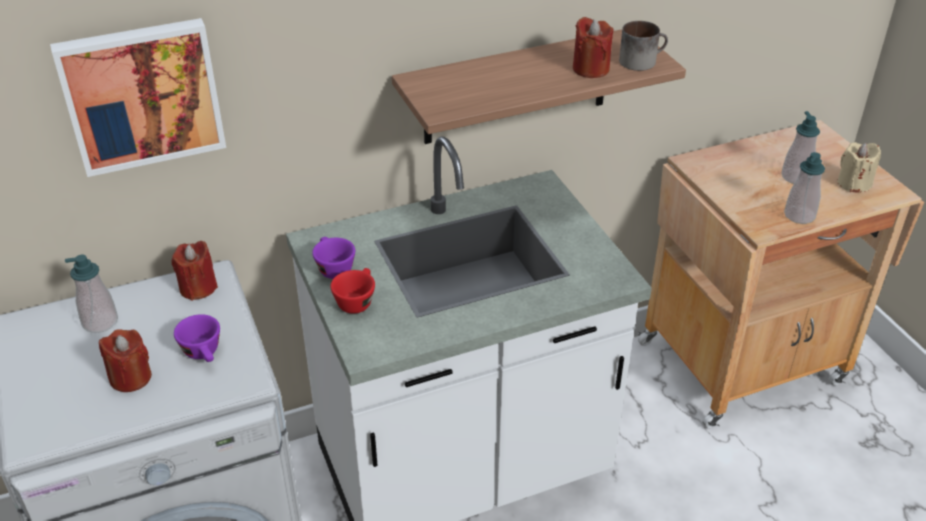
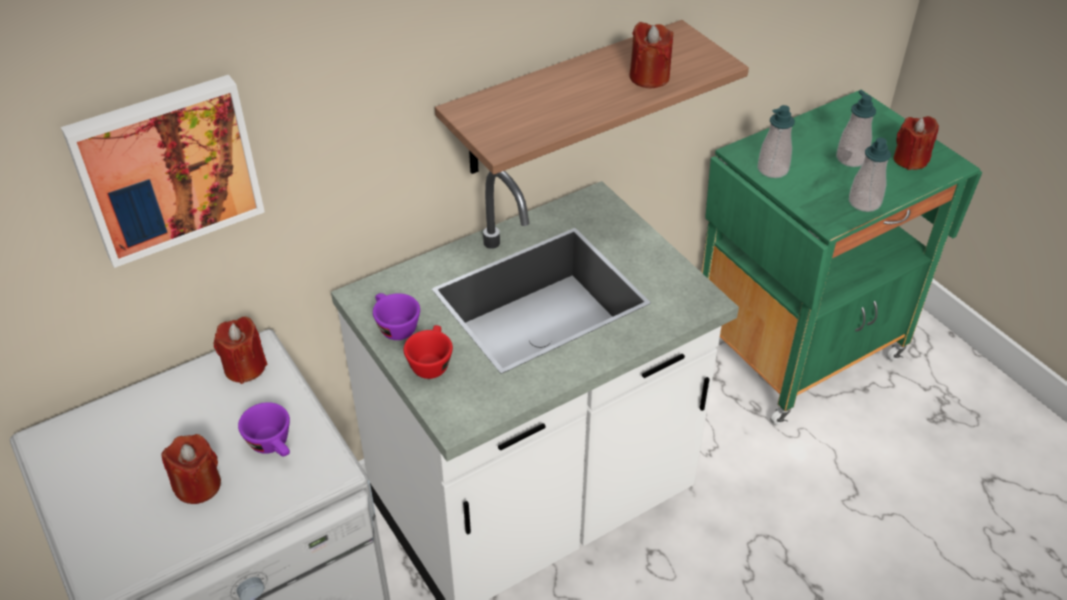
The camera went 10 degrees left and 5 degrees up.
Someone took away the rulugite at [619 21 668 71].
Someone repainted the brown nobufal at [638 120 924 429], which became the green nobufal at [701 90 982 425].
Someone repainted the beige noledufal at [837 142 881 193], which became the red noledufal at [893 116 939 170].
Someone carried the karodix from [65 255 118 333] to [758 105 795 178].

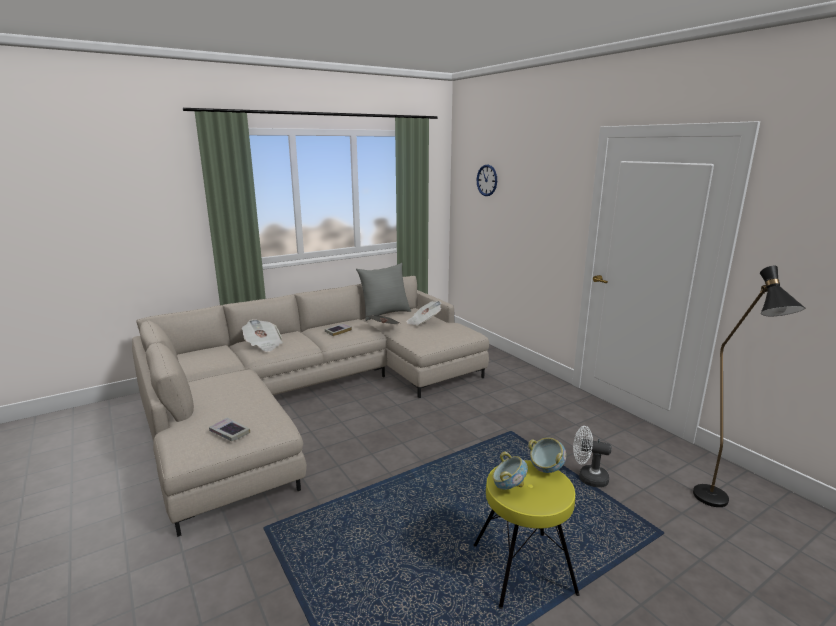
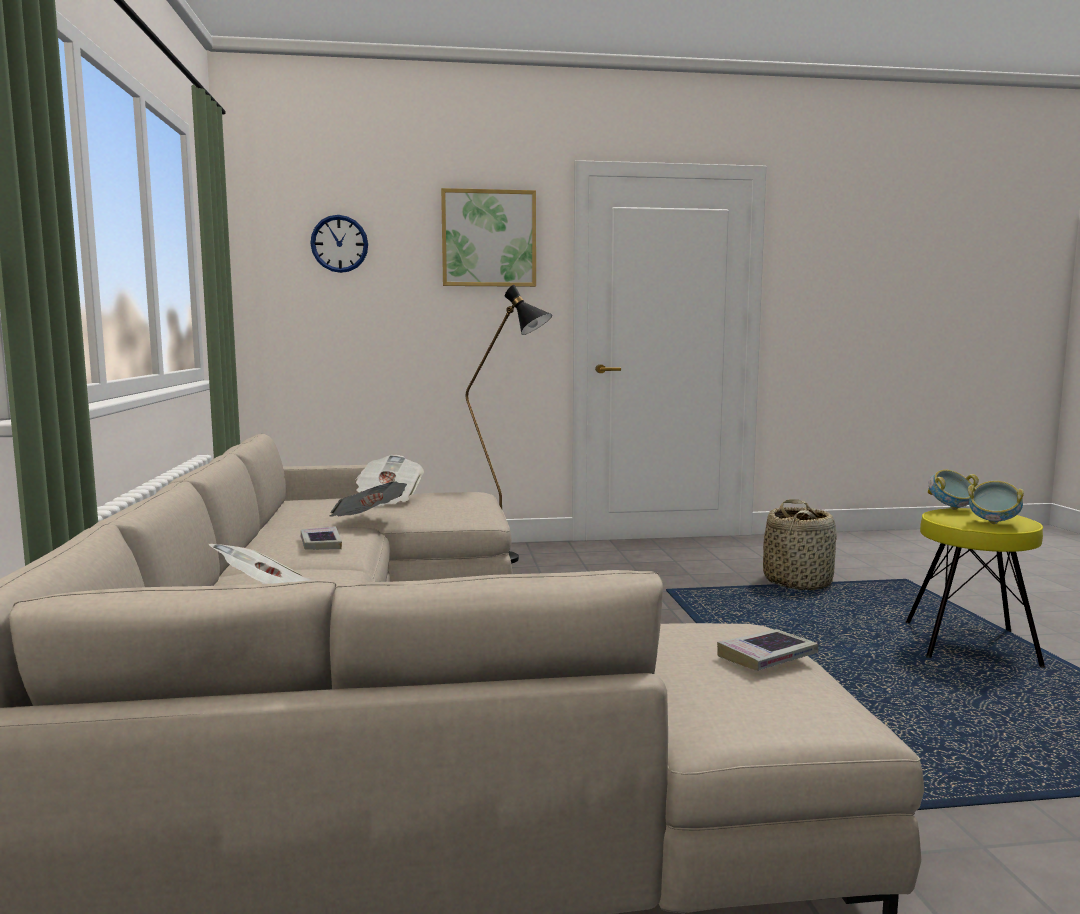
The camera went 65 degrees left and 10 degrees down.
Someone took away the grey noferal at [356 263 411 321].
Someone carried the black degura from [693 266 805 507] to [466 285 552 564].
Someone swapped the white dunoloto at [573 426 612 488] for the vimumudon at [763 499 837 590].
Someone put up the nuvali at [441 188 536 287].

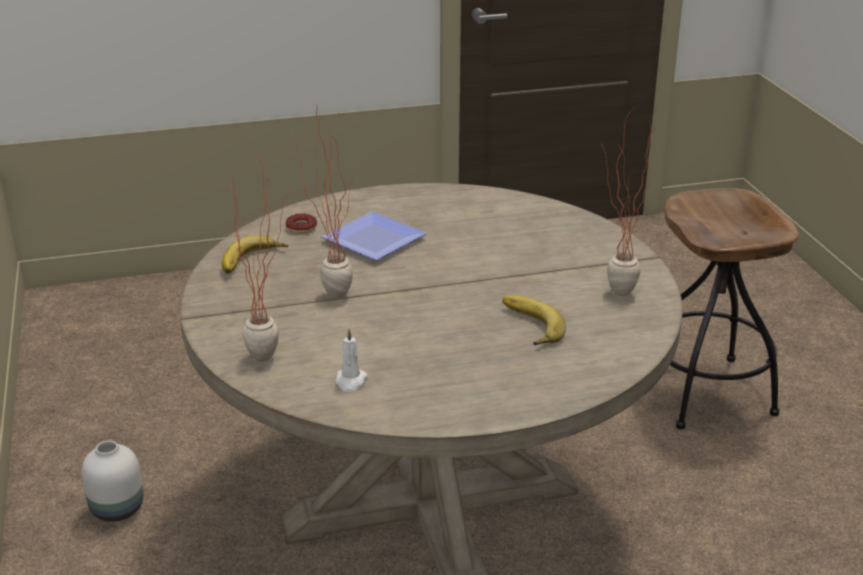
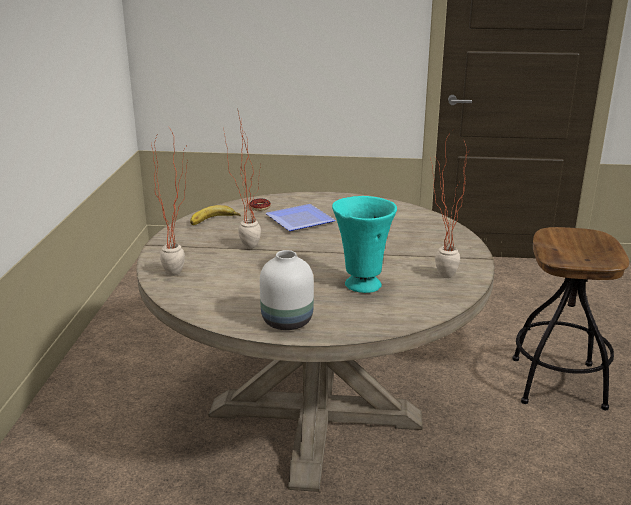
The camera went 20 degrees right and 5 degrees down.
Someone swapped the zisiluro at [502 296 566 345] for the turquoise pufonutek at [332 196 397 293].
Someone took away the white noledufal at [336 329 368 392].
Someone carried the white pufonutek from [82 441 143 522] to [260 250 314 330].

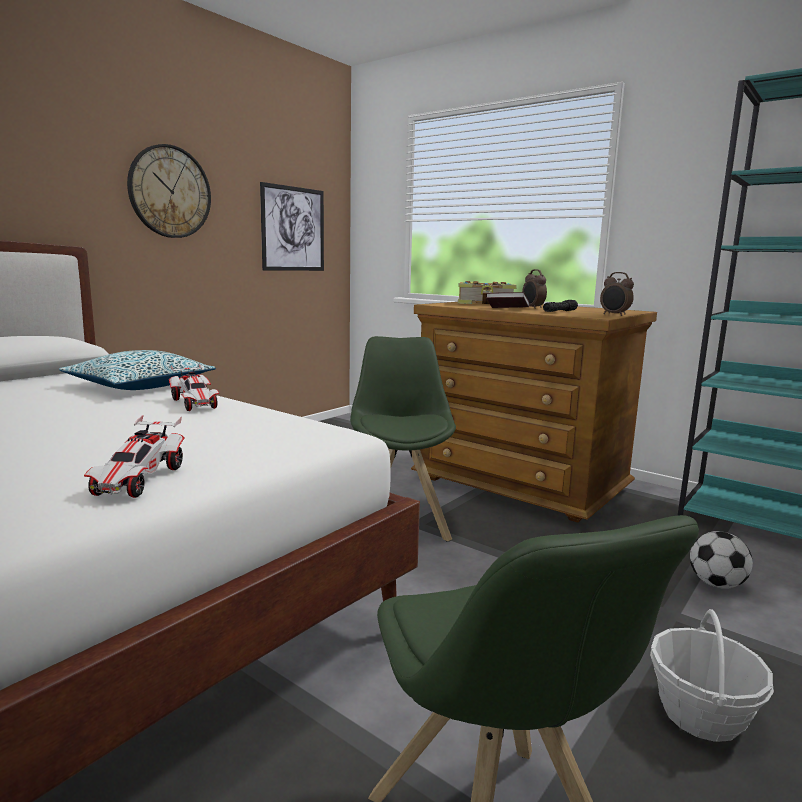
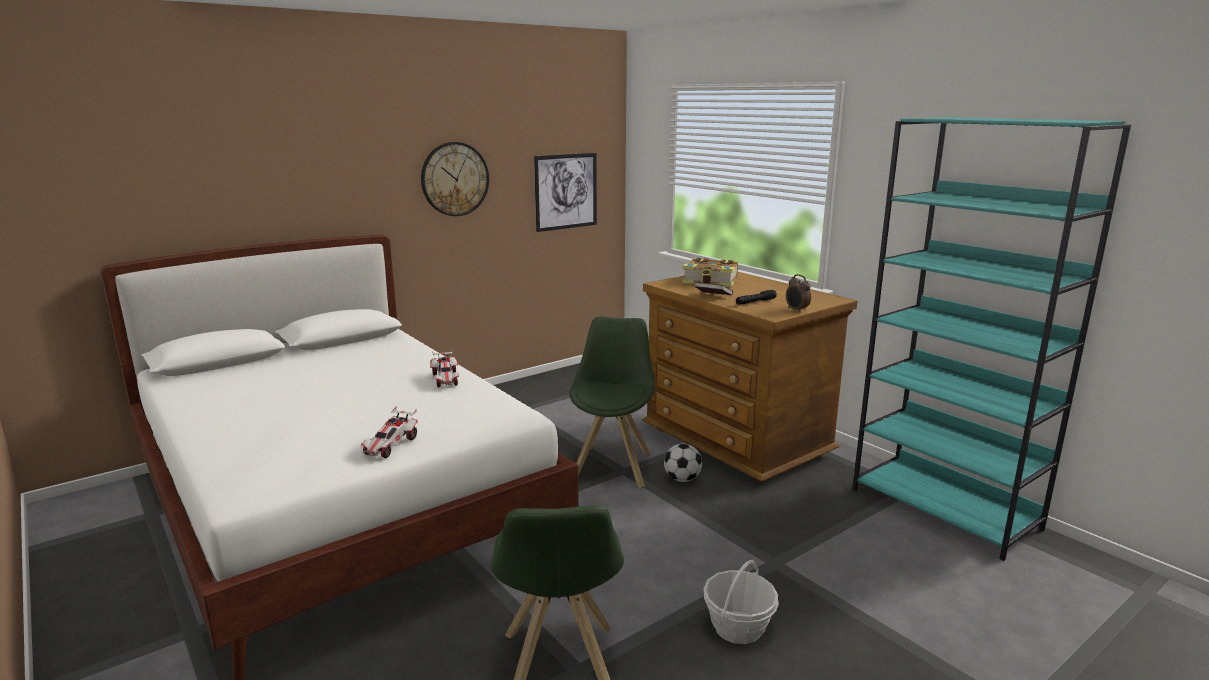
The camera went 15 degrees right and 5 degrees up.
Someone took away the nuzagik at [522 269 547 309].
Someone took away the noferal at [59 350 216 390].
Someone carried the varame from [690 531 753 589] to [664 444 702 482].

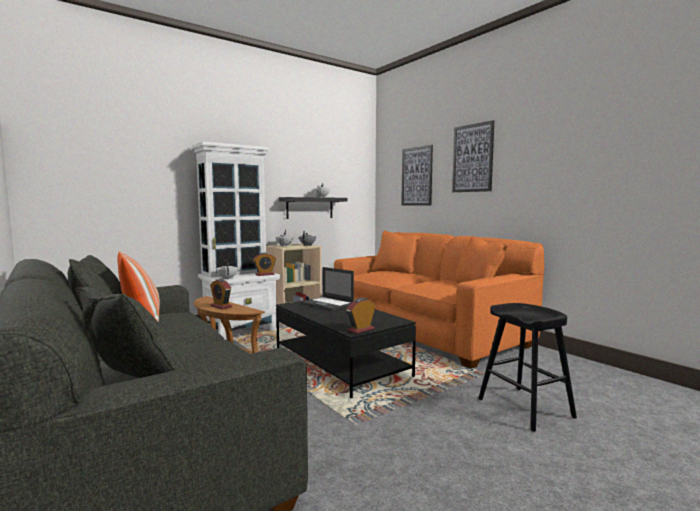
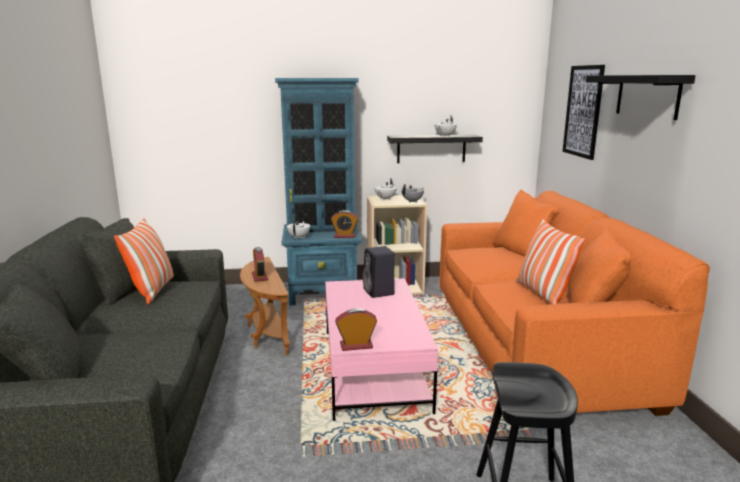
The camera went 30 degrees right and 10 degrees up.
Someone swapped the nuvali at [452 120 494 192] for the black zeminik at [586 75 696 120].
Someone repainted the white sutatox at [192 141 281 340], which became the blue sutatox at [275 78 362 305].
Someone swapped the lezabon at [301 267 354 311] for the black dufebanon at [363 246 395 298].
Someone repainted the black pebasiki at [276 299 416 398], which became the pink pebasiki at [325 278 438 421].
Someone put down the noferal at [516 219 585 304].

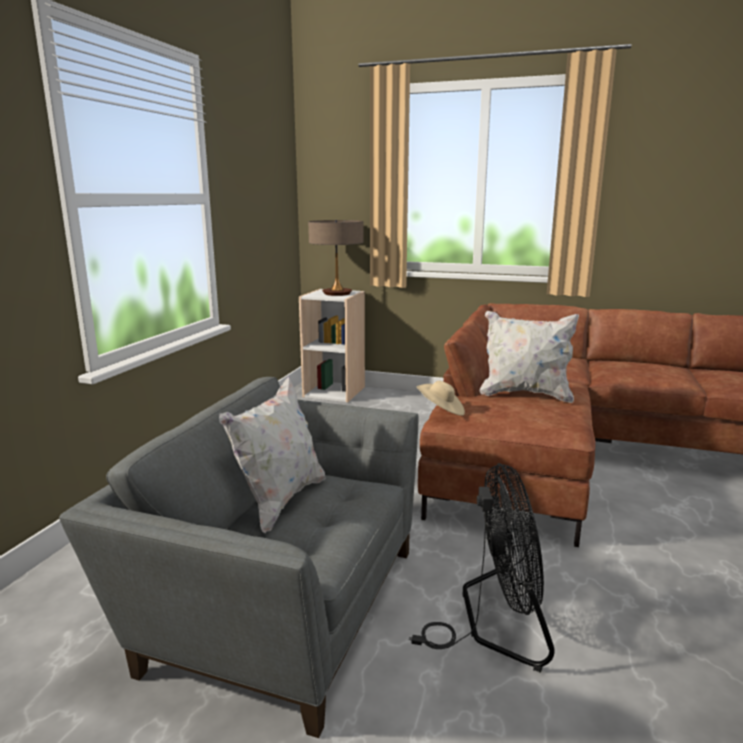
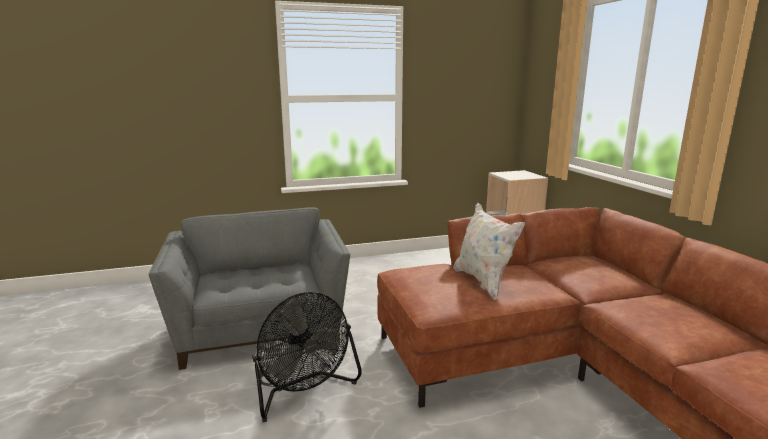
The camera went 55 degrees right and 0 degrees up.
Someone took away the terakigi at [308 220 364 296].
Someone took away the white noferal at [219 376 325 533].
Someone took away the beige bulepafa at [417 381 465 416].

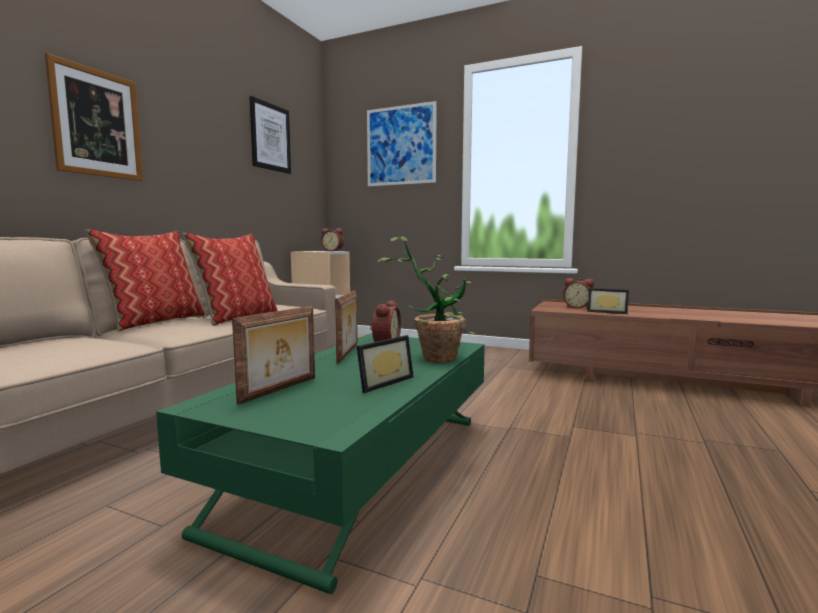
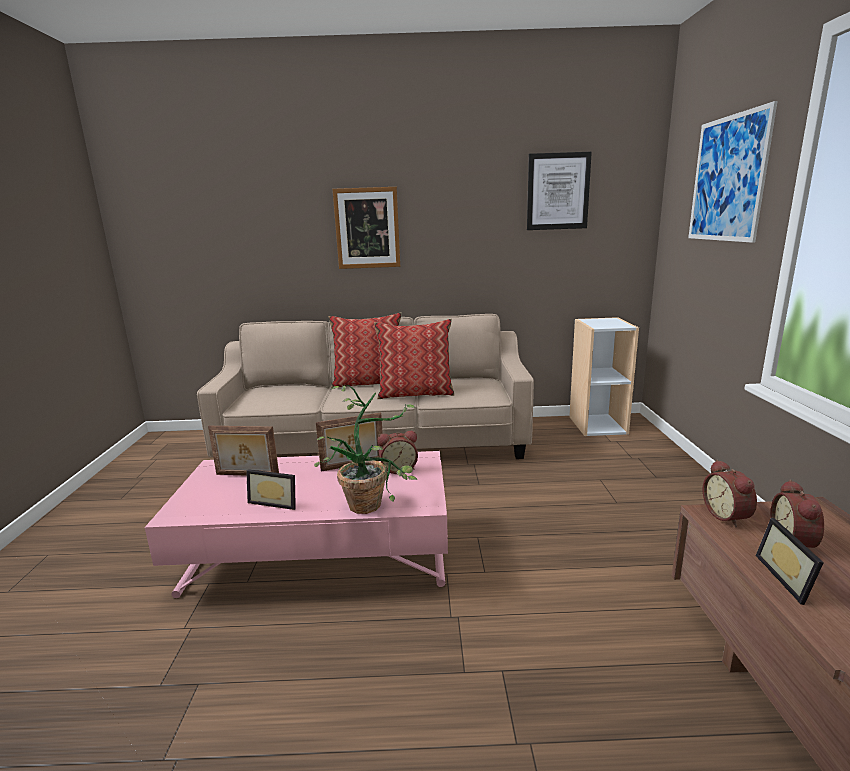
The camera went 65 degrees right and 10 degrees up.
Someone carried the nuzagik from [321 228 344 251] to [703 460 757 527].
Someone repainted the green pebasiki at [156 334 485 594], which became the pink pebasiki at [145 451 448 598].

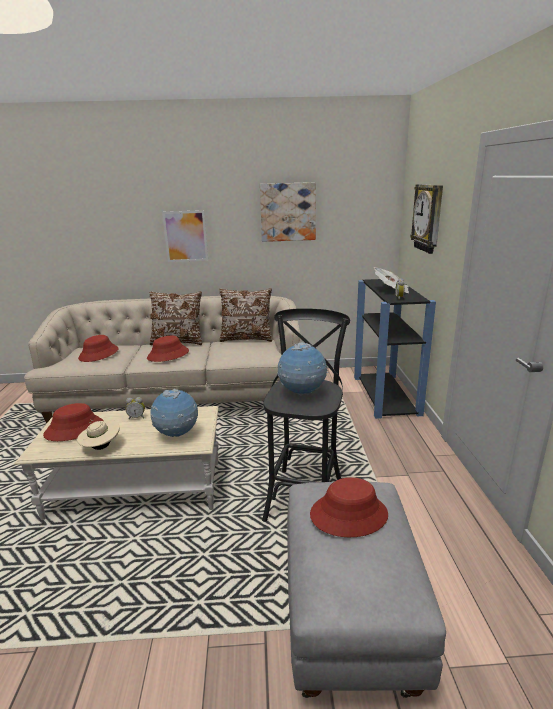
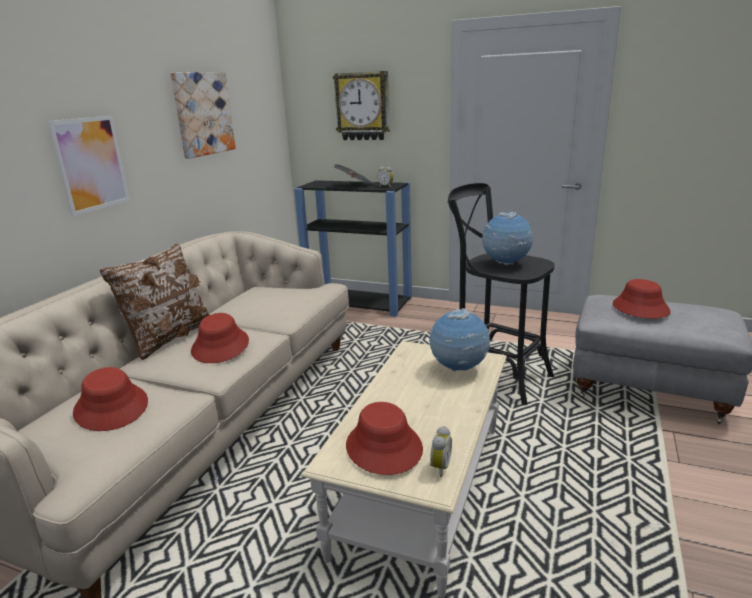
The camera went 65 degrees left and 0 degrees up.
Someone took away the brown noferal at [219 288 272 342].
Someone carried the nuzagik from [126 397 145 419] to [430 426 452 477].
Someone took away the beige bulepafa at [77 420 120 450].

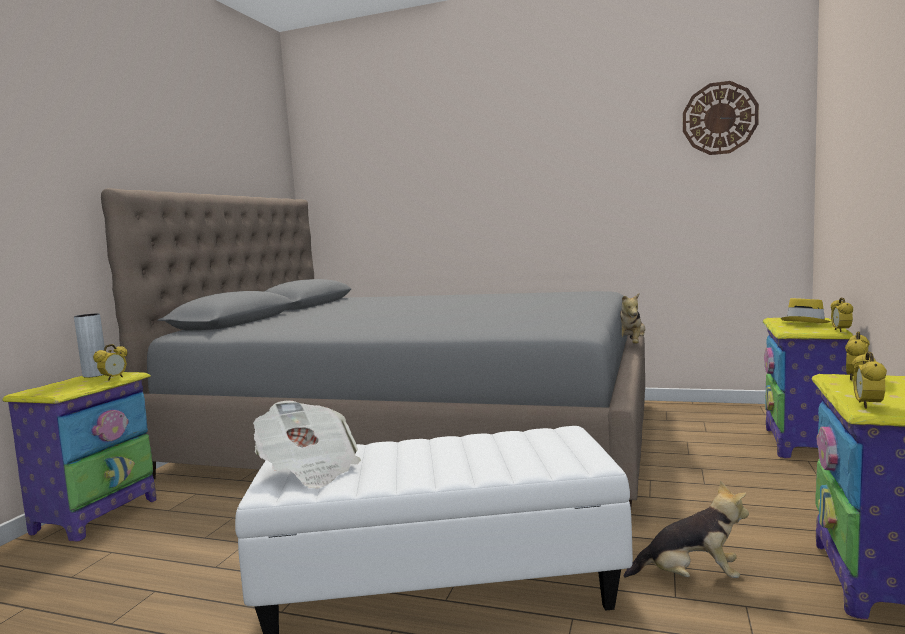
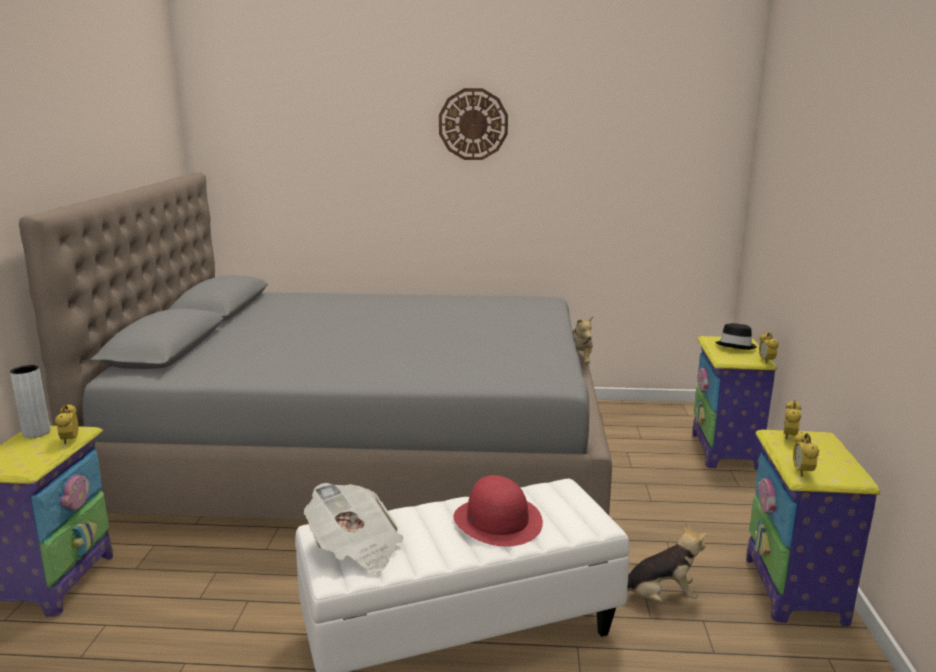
The camera went 15 degrees left and 10 degrees up.
Someone carried the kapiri from [683 81 759 155] to [439 88 508 160].
Someone repainted the yellow bulepafa at [781 298 831 323], which became the black bulepafa at [716 323 757 350].
Someone rotated the nuzagik at [93 344 127 381] by 150 degrees clockwise.
Someone put down the red bulepafa at [453 475 543 547].

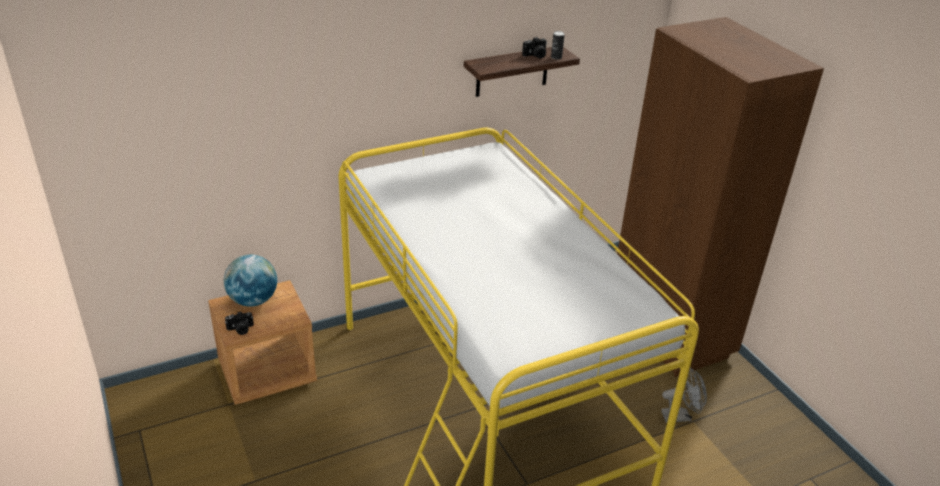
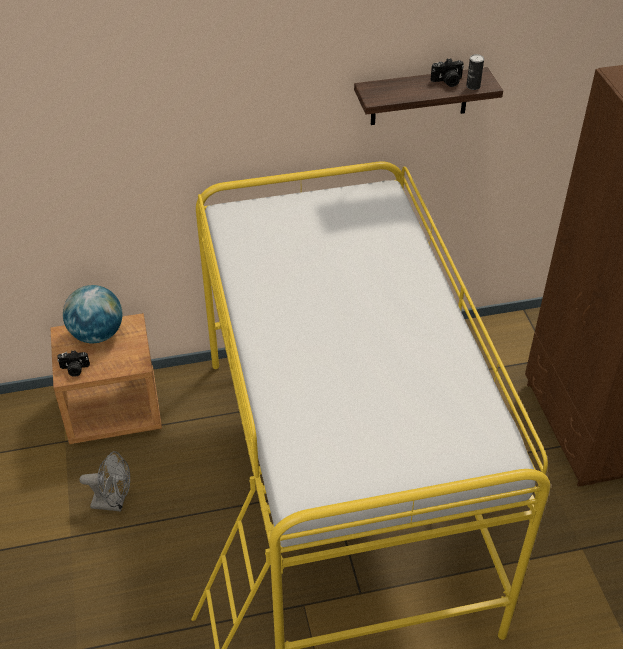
The camera went 15 degrees right and 10 degrees up.
Someone carried the grey dunoloto from [661 368 707 423] to [79 451 130 512].

